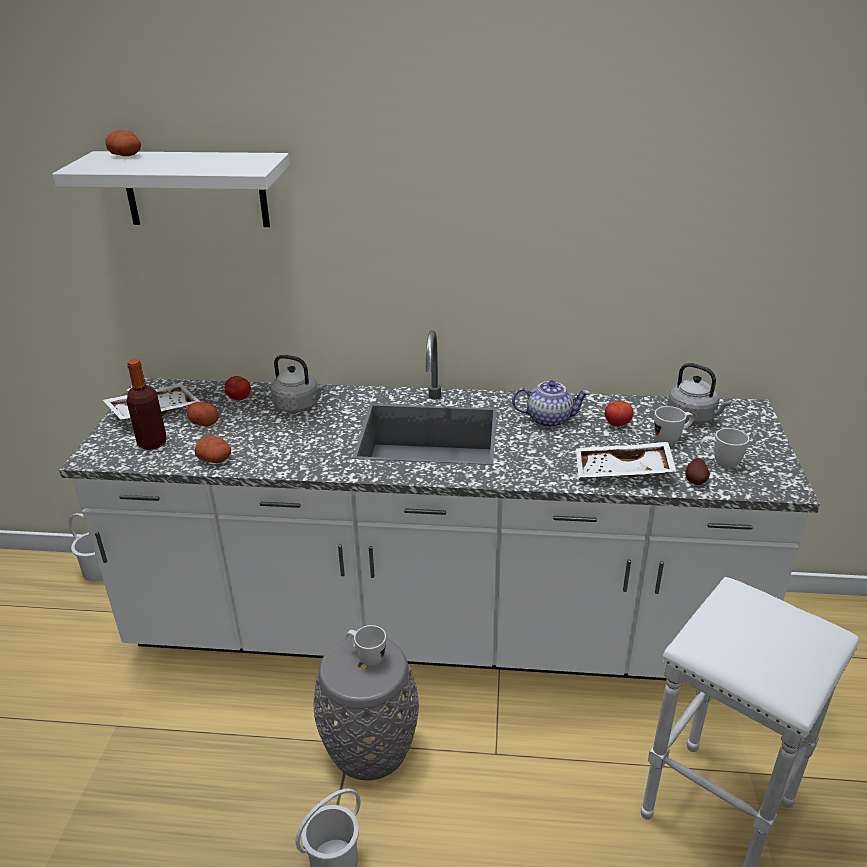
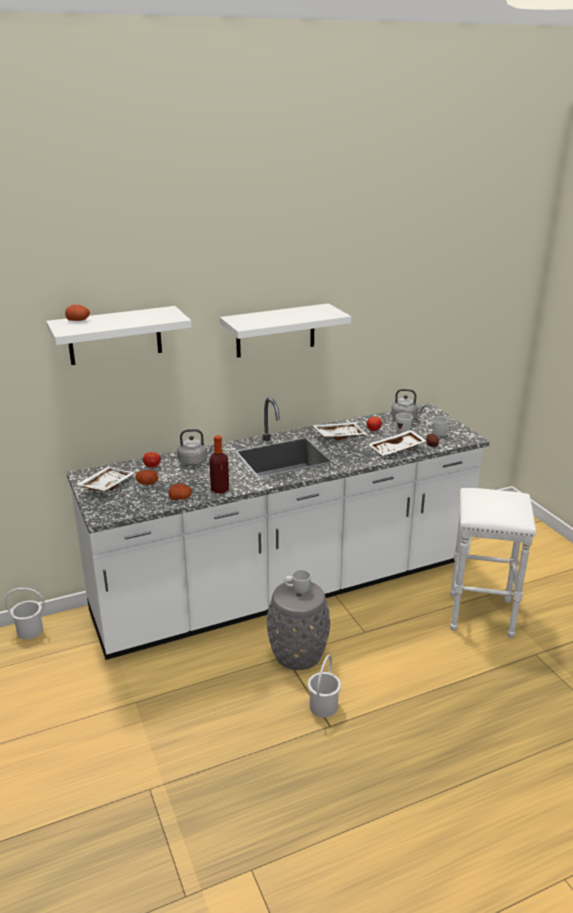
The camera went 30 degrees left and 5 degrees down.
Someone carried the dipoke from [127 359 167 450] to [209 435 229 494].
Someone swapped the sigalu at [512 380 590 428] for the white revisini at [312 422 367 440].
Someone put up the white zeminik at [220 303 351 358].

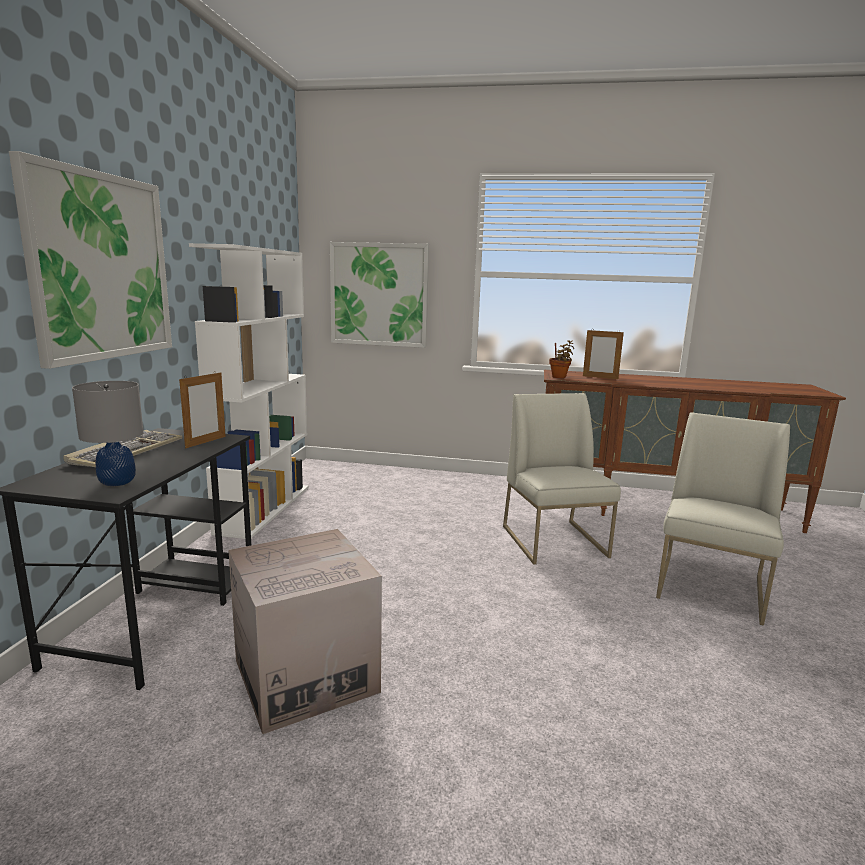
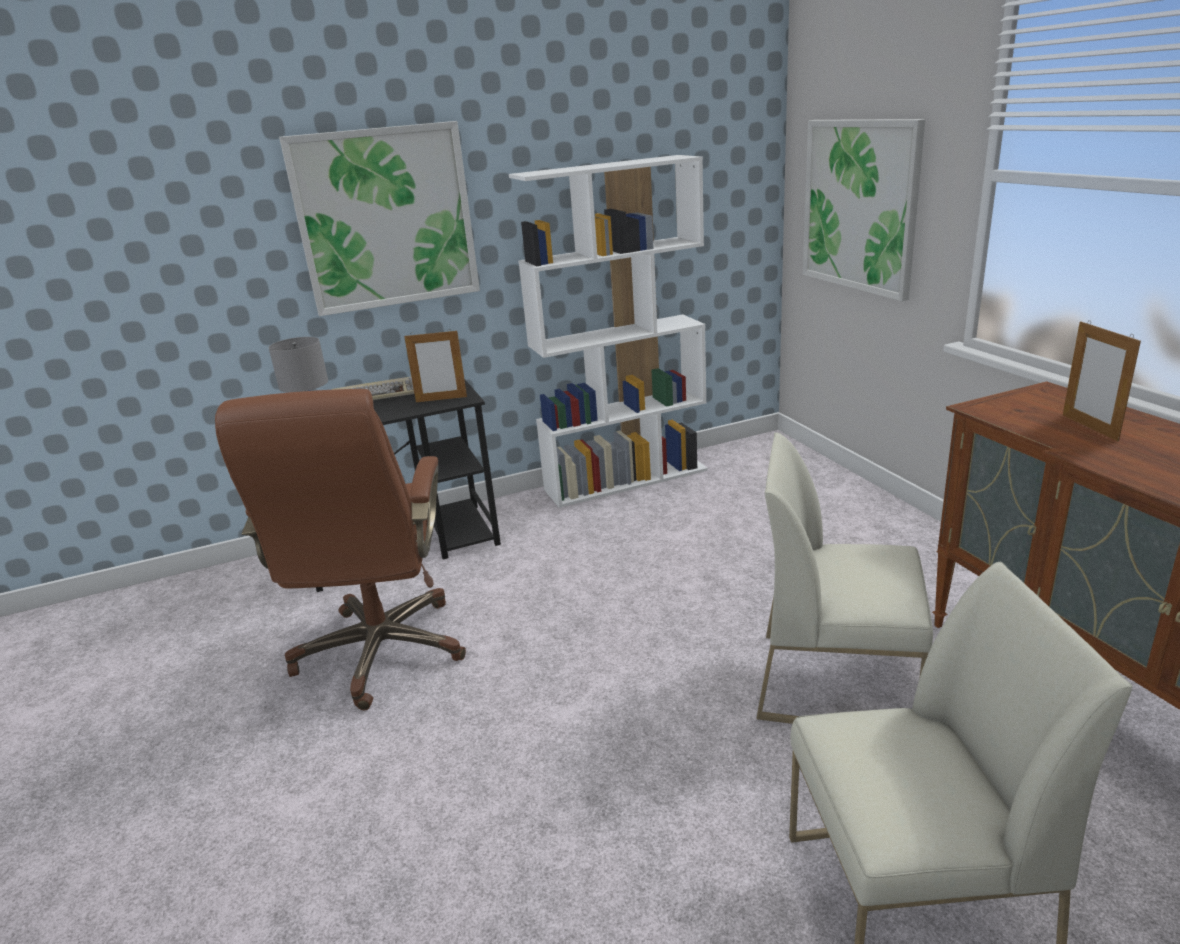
The camera went 60 degrees right and 10 degrees up.
Someone took away the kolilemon at [549 340 574 378].
Someone rotated the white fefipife at [503 393 621 564] by 120 degrees counterclockwise.
Someone swapped the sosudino at [228 529 382 734] for the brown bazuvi at [215 389 466 710].

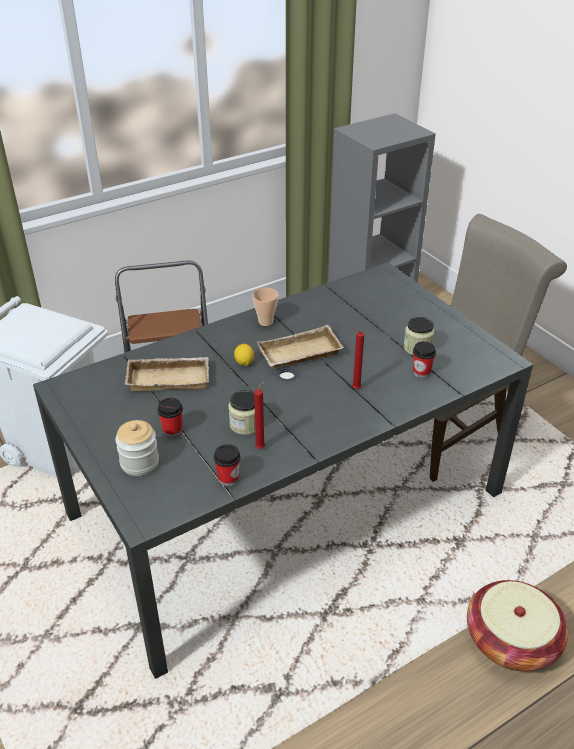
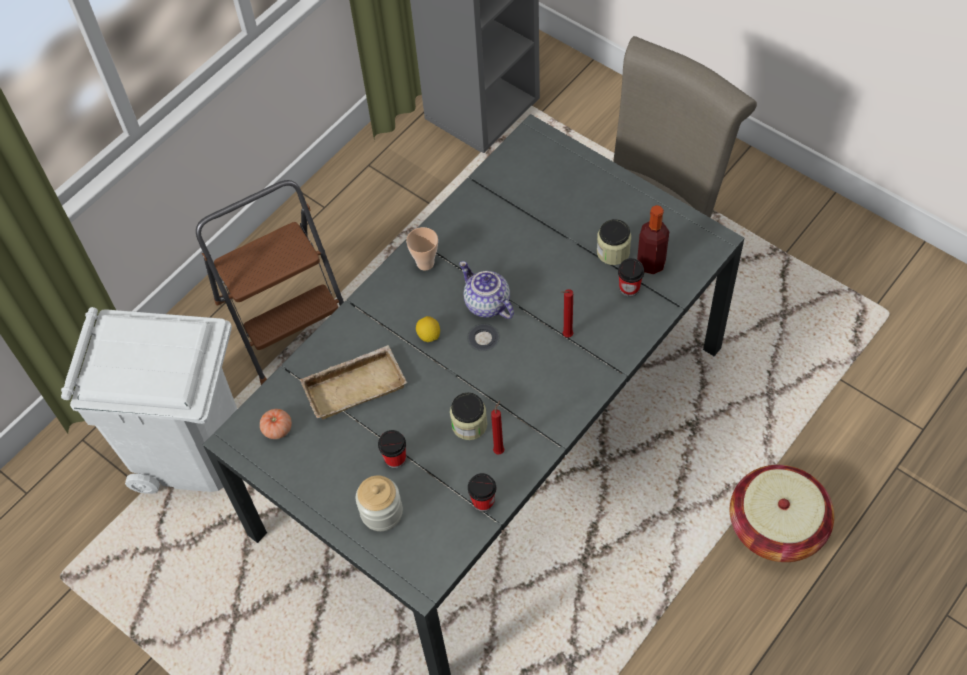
The camera went 15 degrees left and 20 degrees up.
Someone swapped the beige revisini at [257 325 344 368] for the sigalu at [459 261 514 319].
Someone put down the dipoke at [637 205 669 274].
Someone put down the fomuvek at [260 409 292 439].

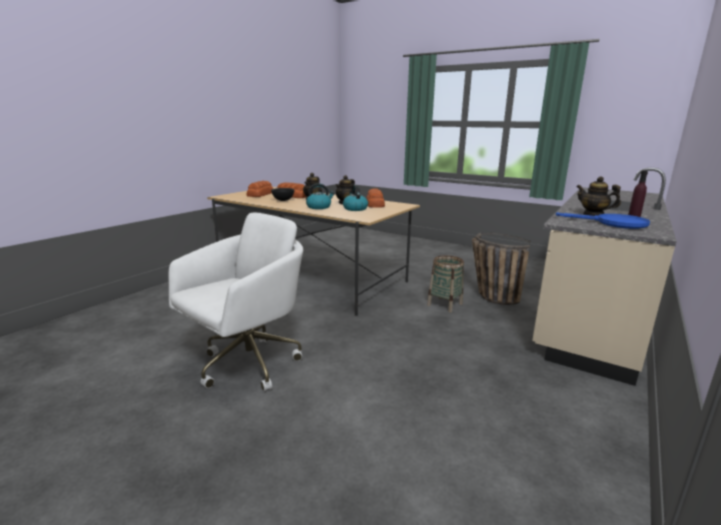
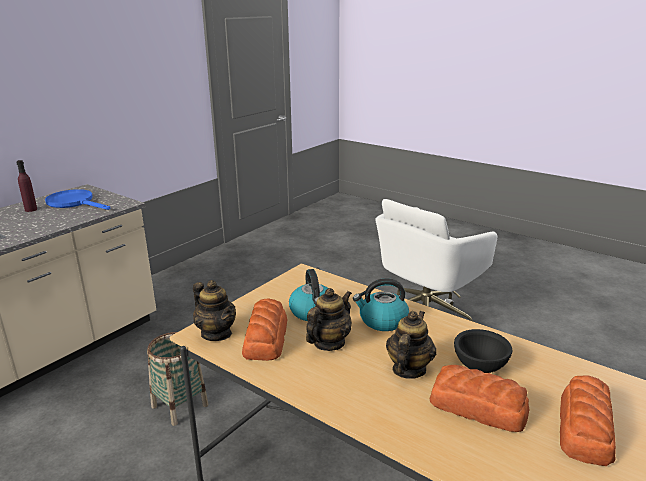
The camera went 175 degrees left and 5 degrees up.
Someone carried the sigalu from [576 176 621 216] to [193 280 236 341].
Someone took away the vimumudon at [472 233 531 305].

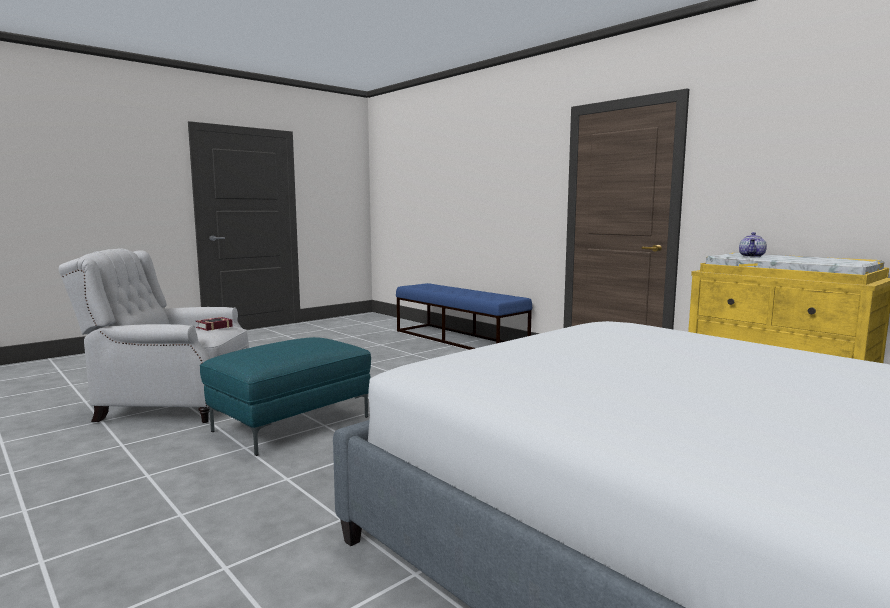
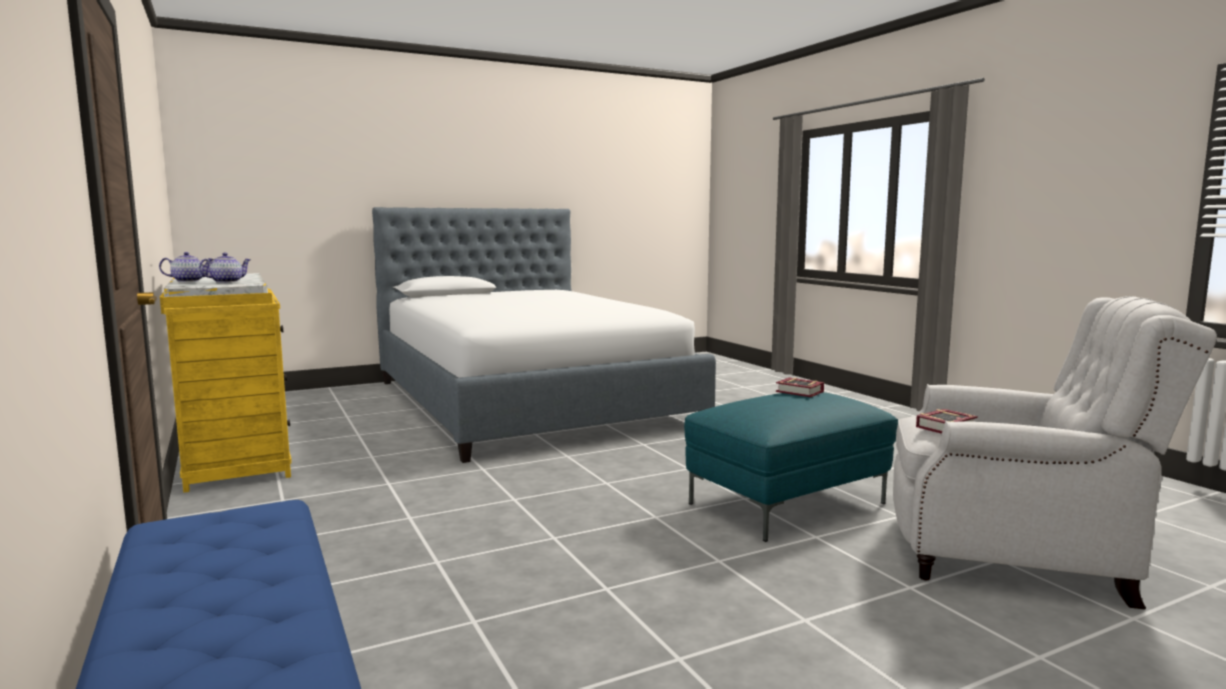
The camera went 165 degrees left and 0 degrees up.
Someone put down the sigalu at [159 252 215 282].
Someone put down the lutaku at [776 377 824 397].

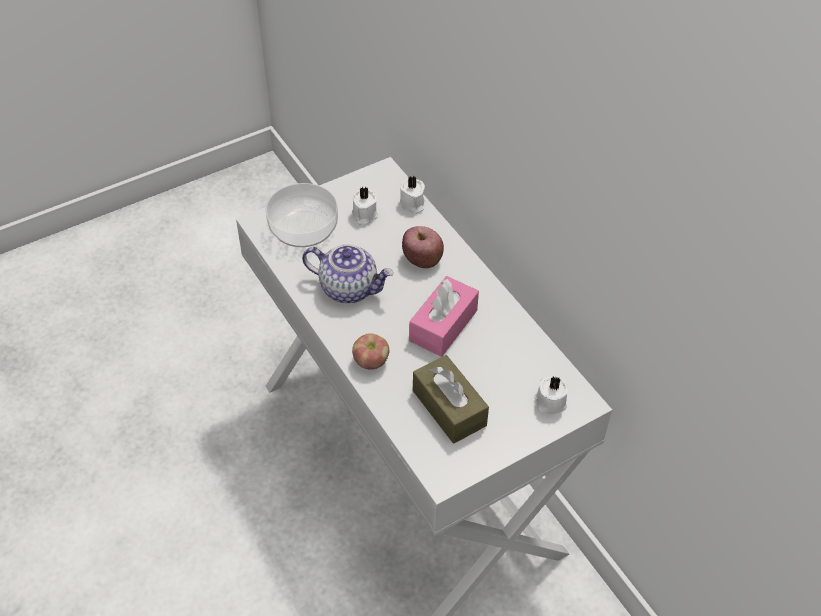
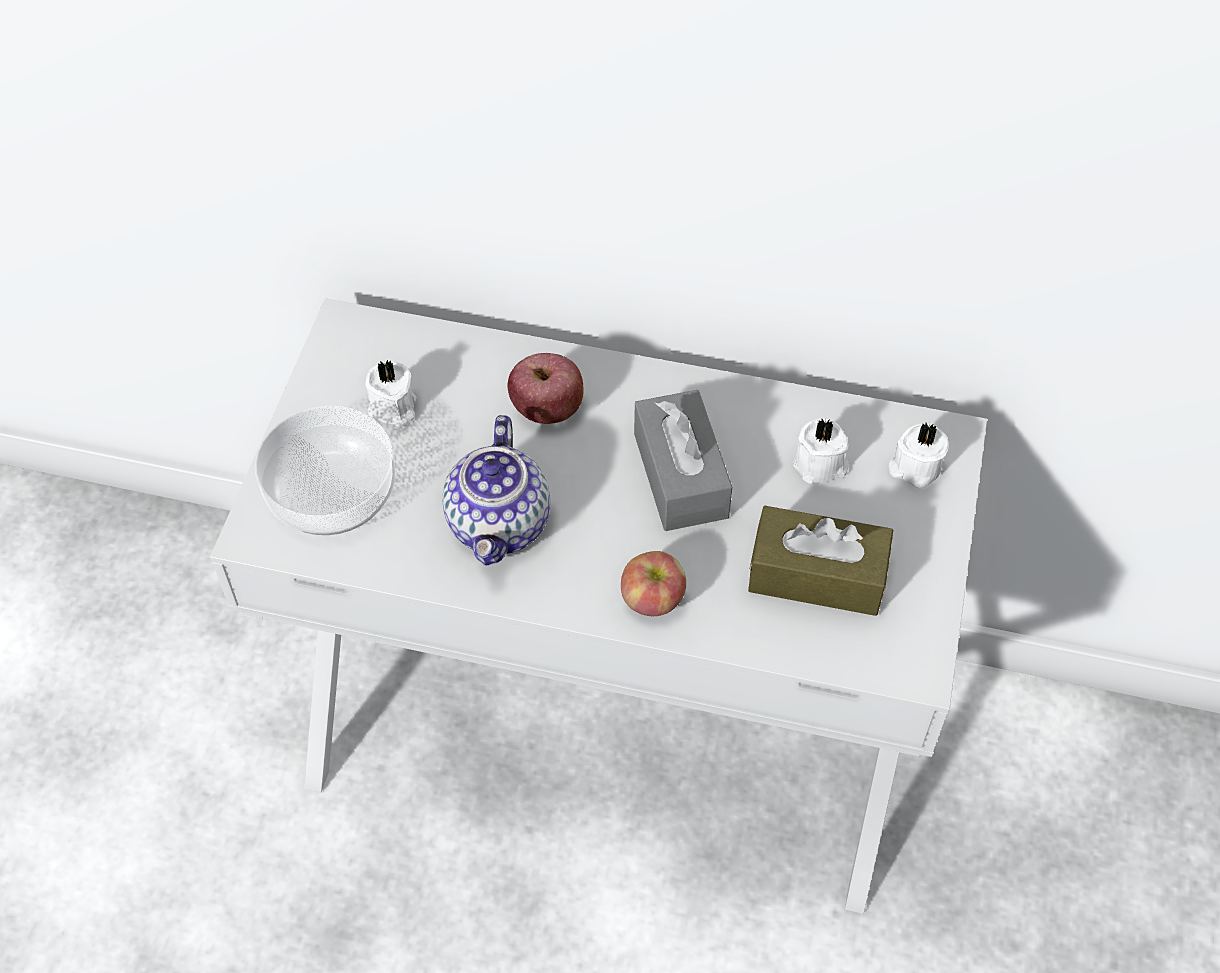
The camera went 45 degrees left and 5 degrees up.
Someone carried the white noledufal from [399 176 425 214] to [793 418 849 484].
Someone rotated the sigalu at [302 244 394 303] by 120 degrees clockwise.
Someone repainted the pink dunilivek at [409 276 479 357], which became the grey dunilivek at [634 390 732 531].

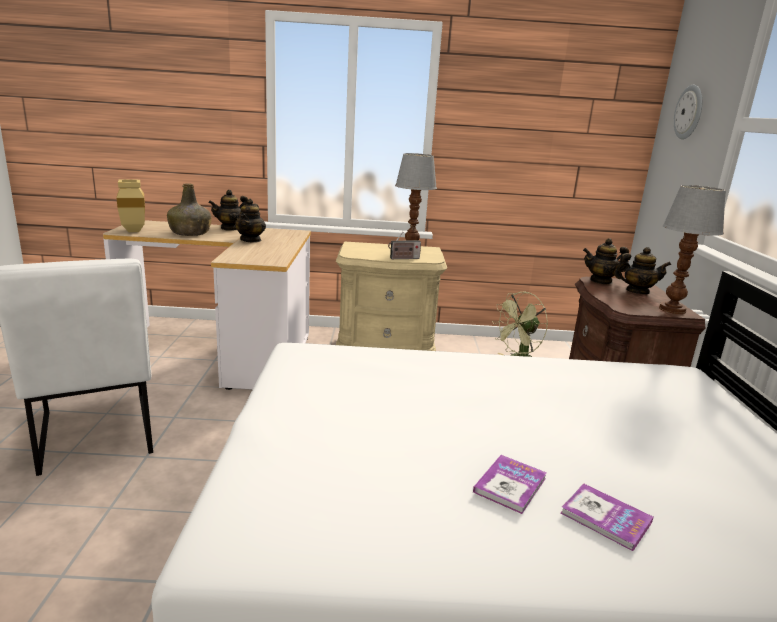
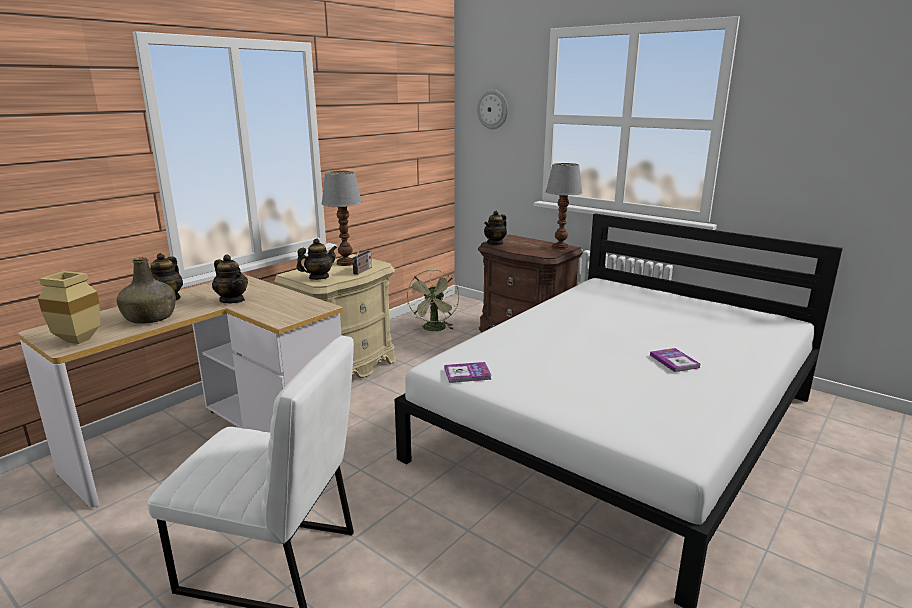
The camera went 50 degrees left and 0 degrees up.
Someone carried the sigalu from [614 247 671 294] to [297 238 337 280].
Someone carried the lutaku from [561 484 653 551] to [445 362 492 383].

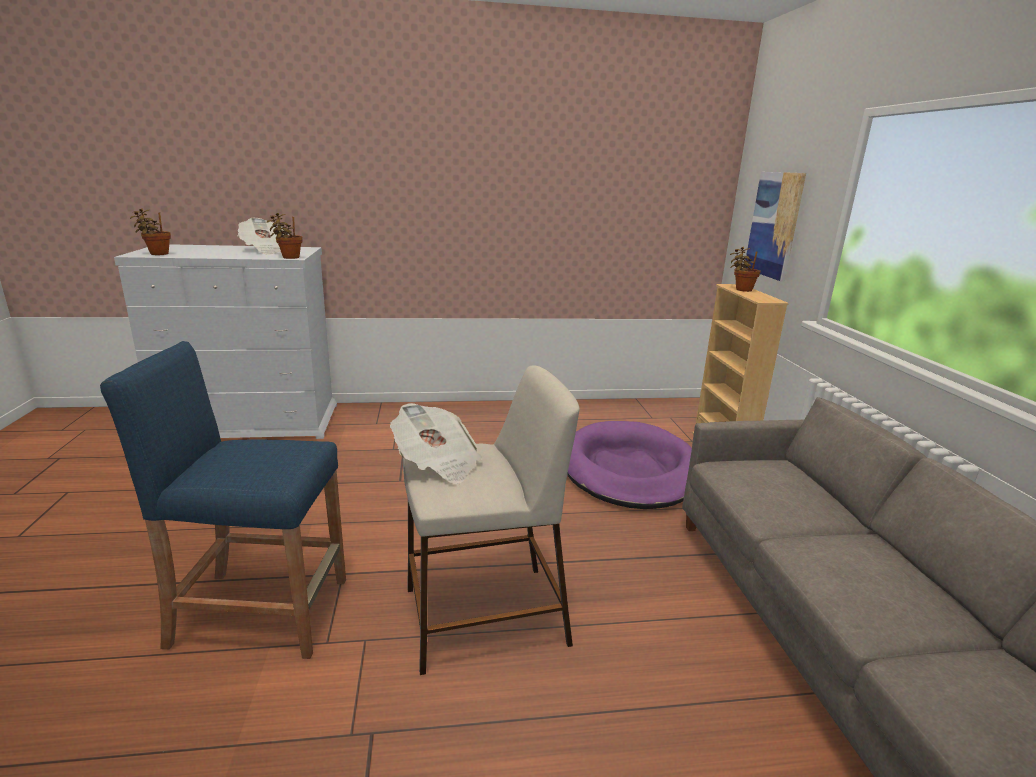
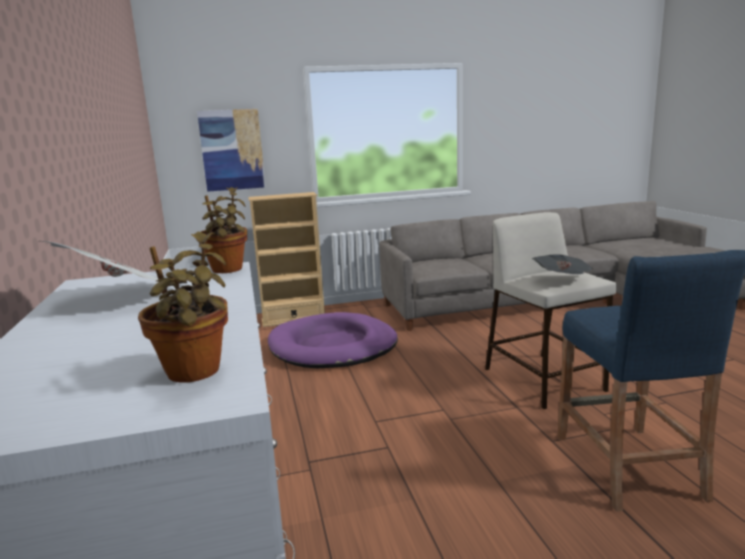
The camera went 95 degrees left and 5 degrees down.
Someone took away the kolilemon at [730 247 761 292].

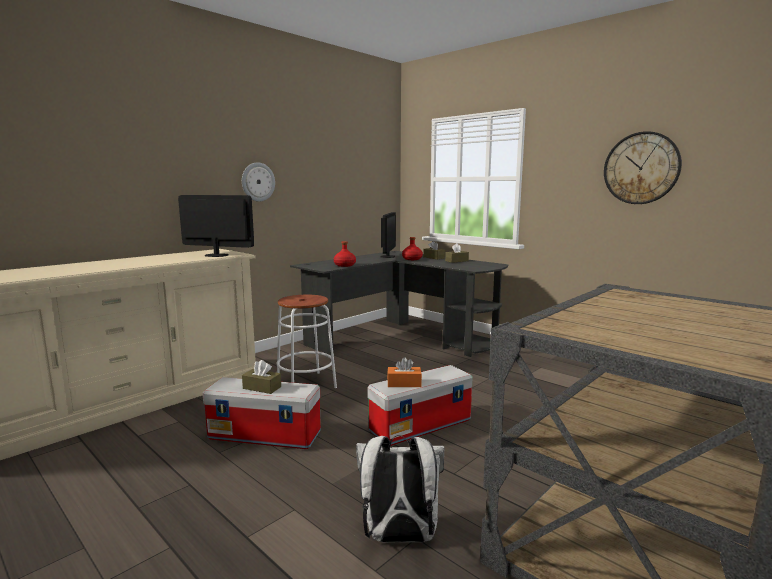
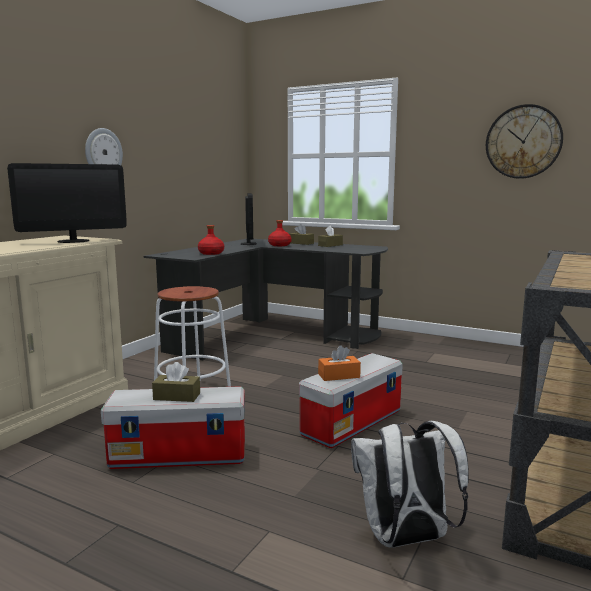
The camera went 15 degrees left and 0 degrees up.
Someone rotated the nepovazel at [178 195 254 257] by 150 degrees clockwise.

